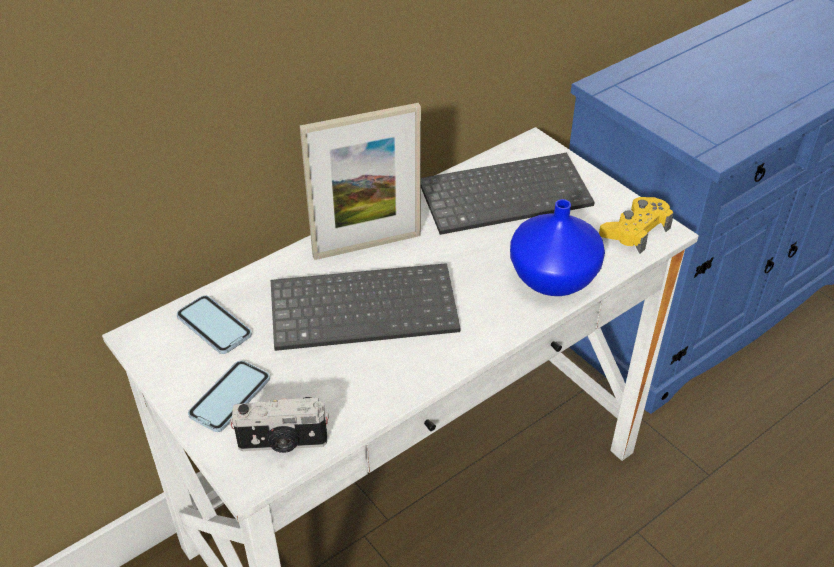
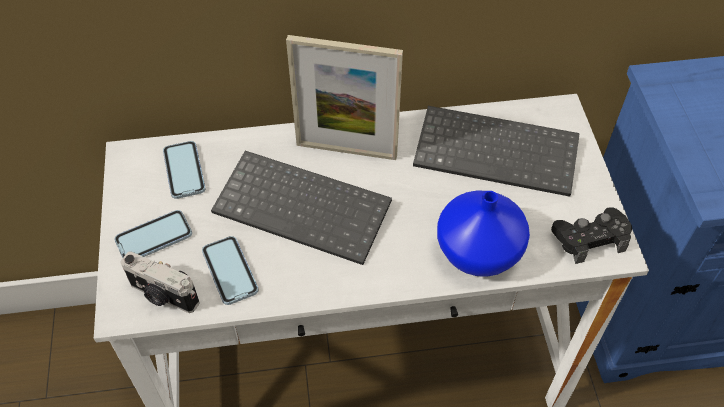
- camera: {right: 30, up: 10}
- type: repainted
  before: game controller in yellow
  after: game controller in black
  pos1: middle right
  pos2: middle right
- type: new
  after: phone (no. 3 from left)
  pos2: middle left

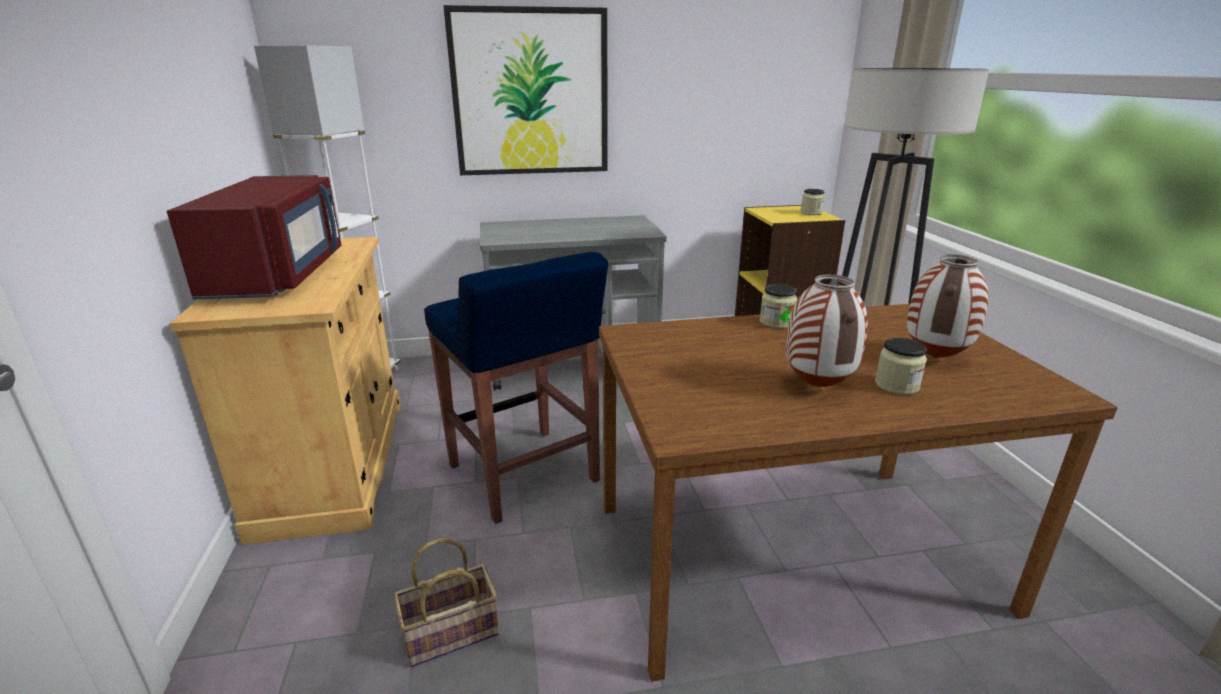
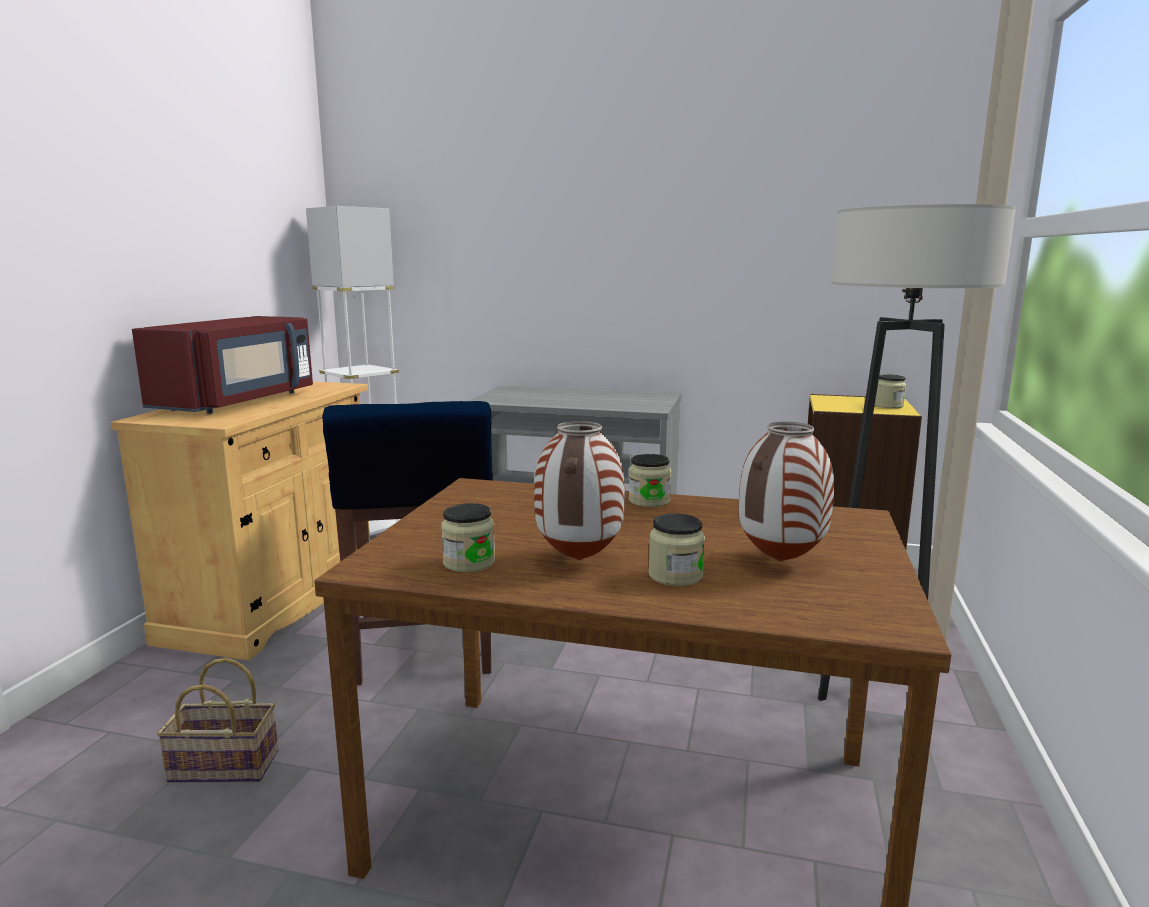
- camera: {right: 25, up: -10}
- type: gone
  before: picture
  pos1: top centre
- type: new
  after: jar (no. 1 from left)
  pos2: centre

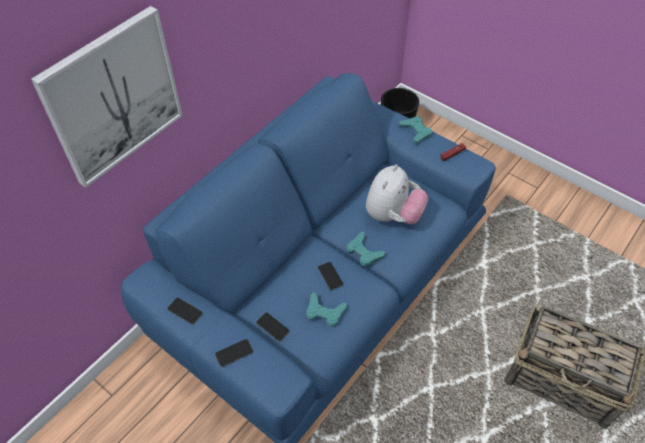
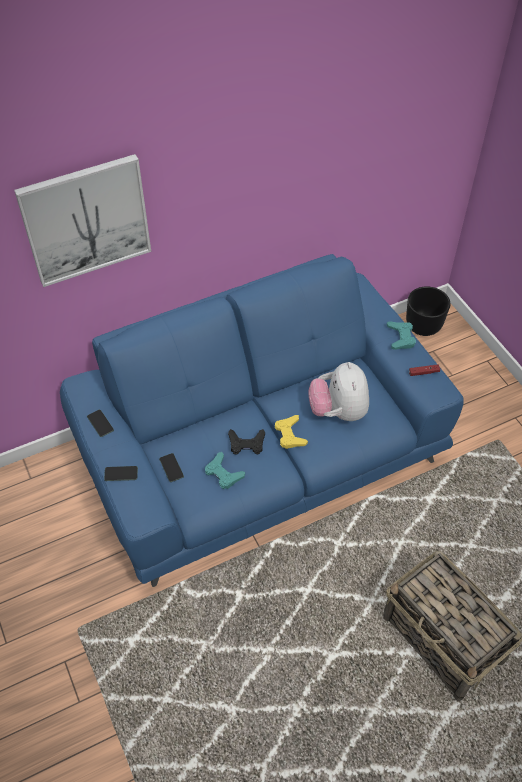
- camera: {right: 25, up: 0}
- type: rotated
  before: plush toy
  pos1: centre
  pos2: centre
  turn: 120
- type: repainted
  before: game controller in turquoise (no. 2 from left)
  after: game controller in yellow
  pos1: centre
  pos2: centre
- type: swapped
  before: phone (no. 4 from left)
  after: game controller in black
  pos1: centre
  pos2: centre

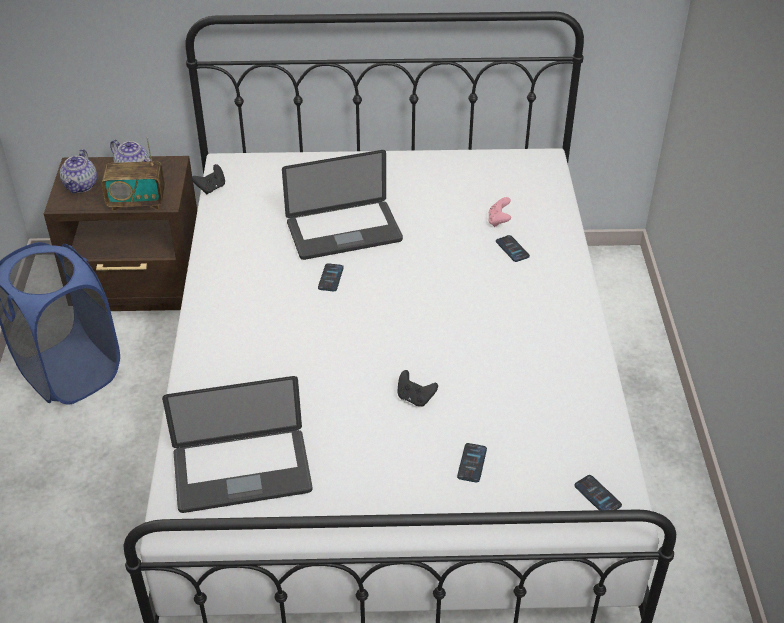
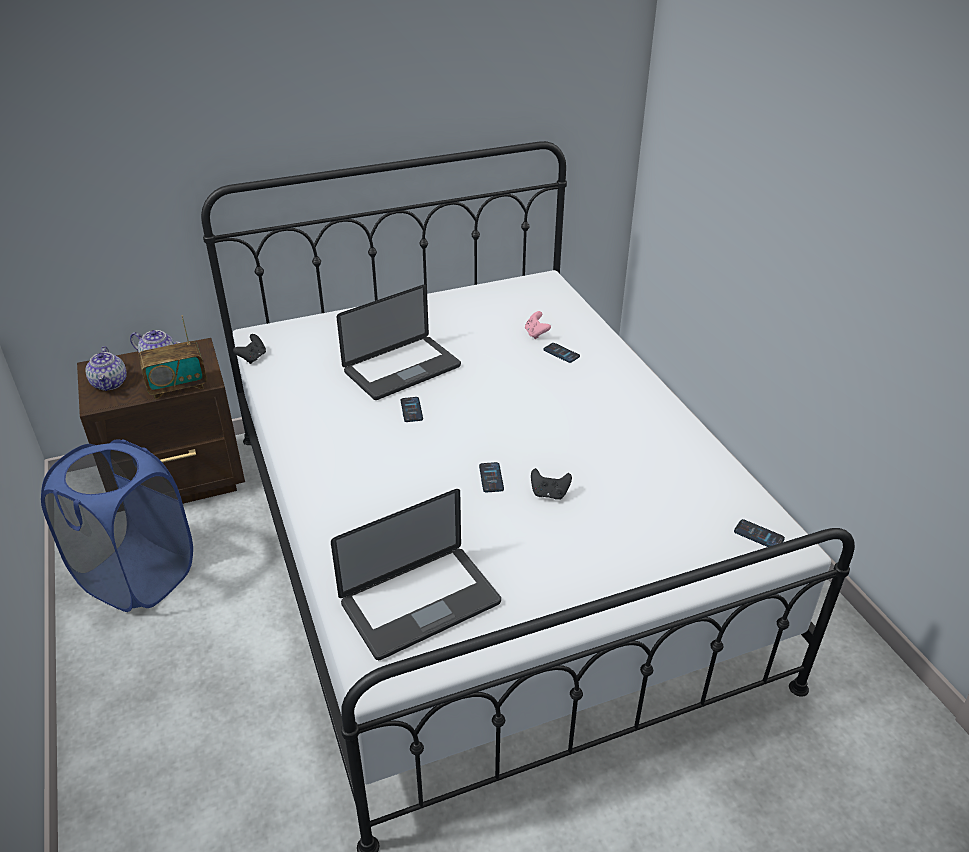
- camera: {right: -20, up: -5}
- type: shifted
  before: phone (no. 2 from left)
  pos1: bottom centre
  pos2: centre

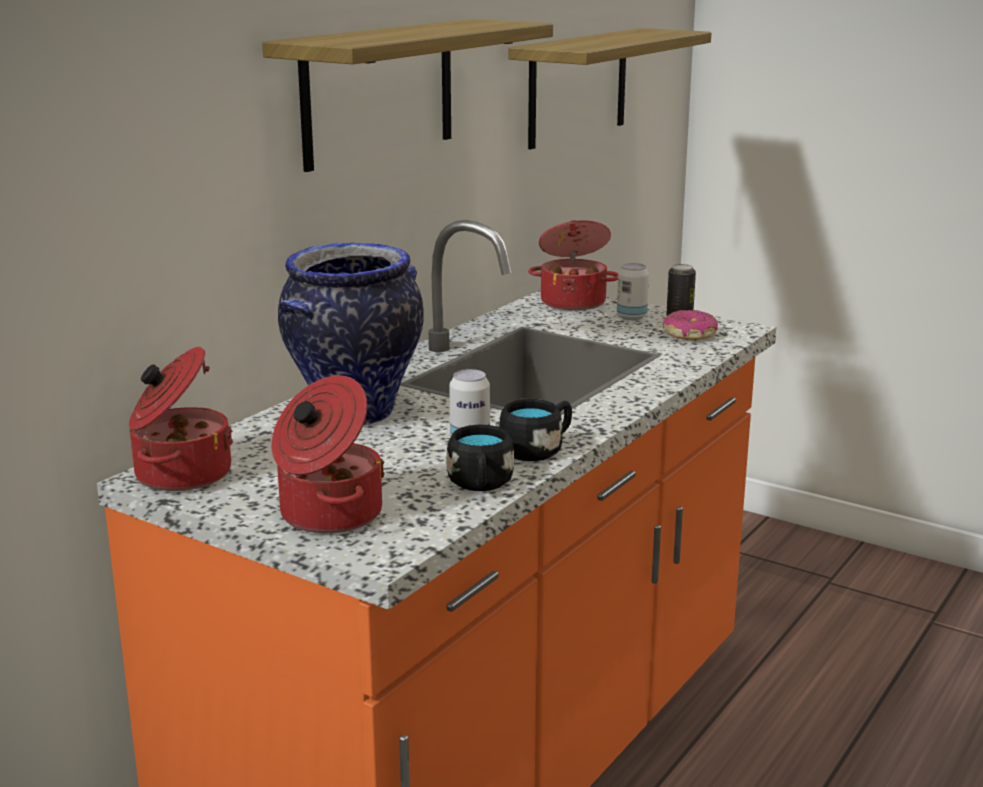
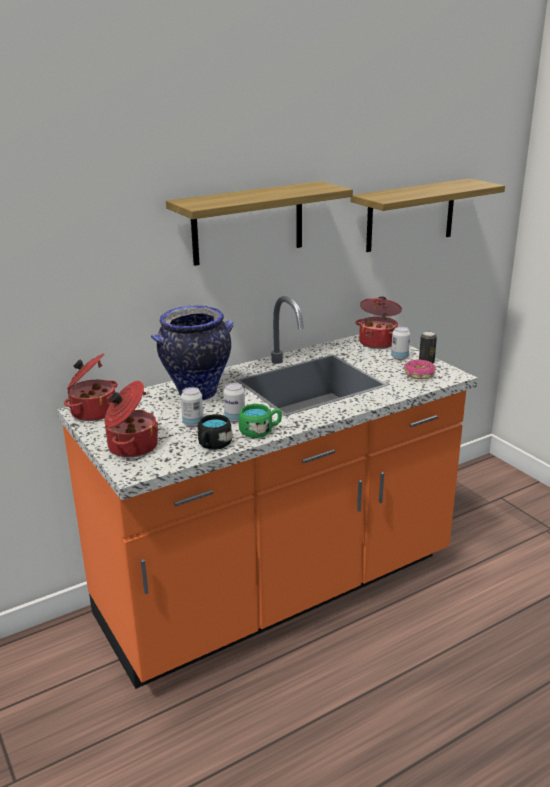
- camera: {right: 25, up: 5}
- type: repainted
  before: mug in black (no. 2 from left)
  after: mug in green
  pos1: centre
  pos2: centre
- type: new
  after: can (no. 1 from left)
  pos2: centre

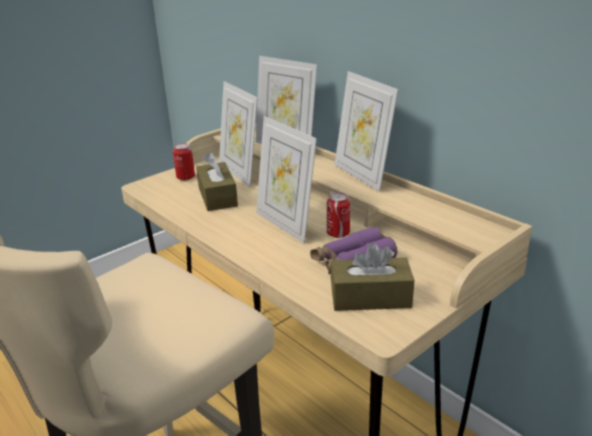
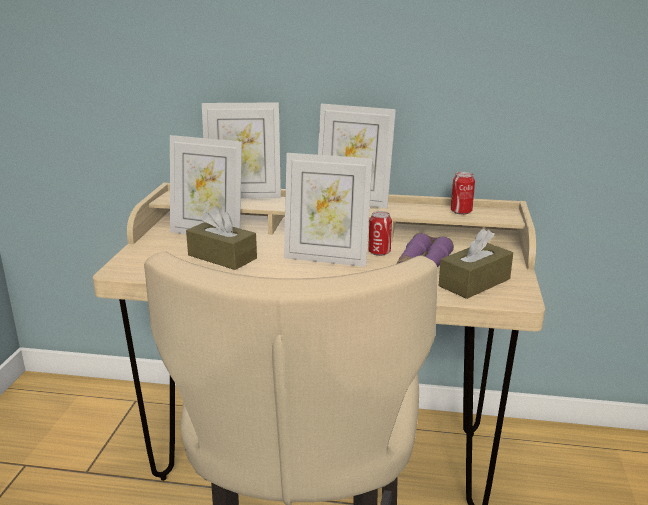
- camera: {right: -40, up: -5}
- type: shifted
  before: can (no. 1 from left in the first image)
  after: can (no. 2 from left)
  pos1: middle left
  pos2: middle right

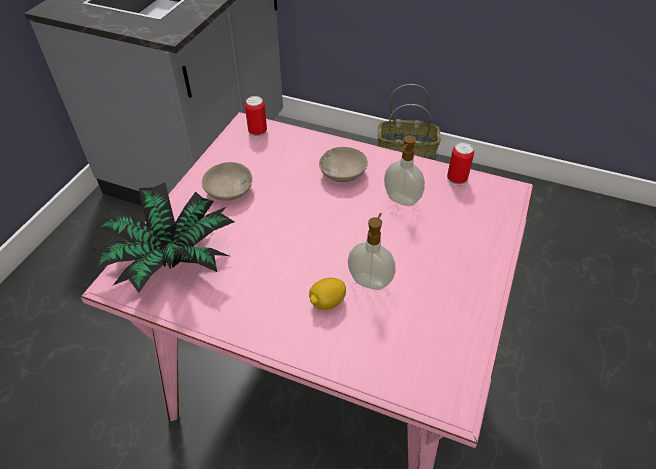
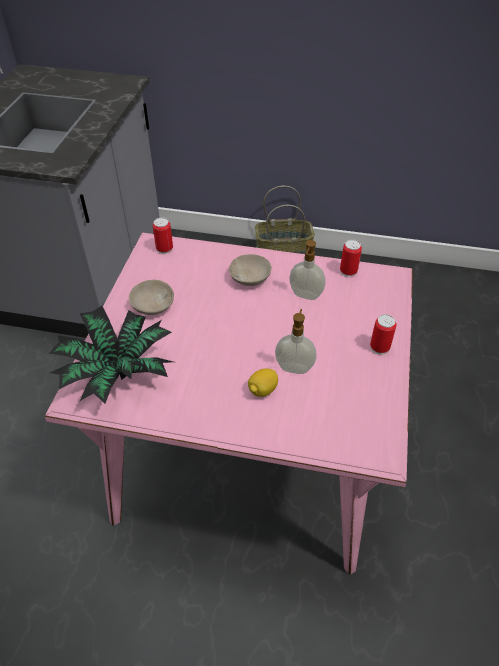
- camera: {right: -10, up: 0}
- type: new
  after: can (no. 3 from left)
  pos2: middle right

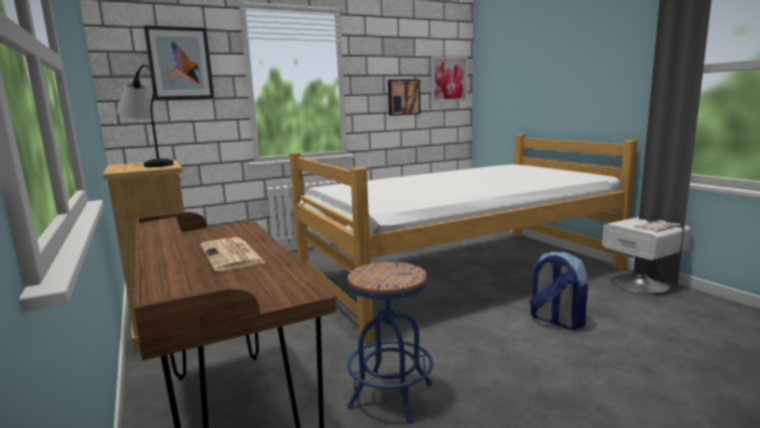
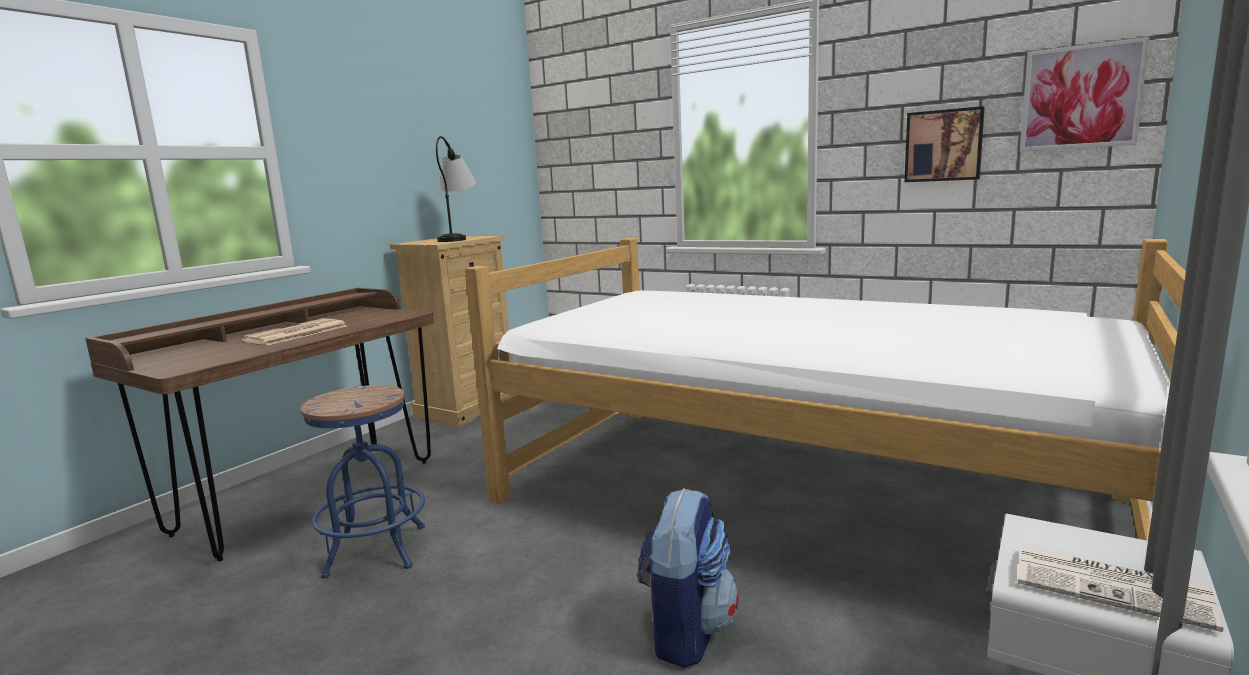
- camera: {right: 60, up: 0}
- type: gone
  before: picture (no. 1 from left)
  pos1: top left

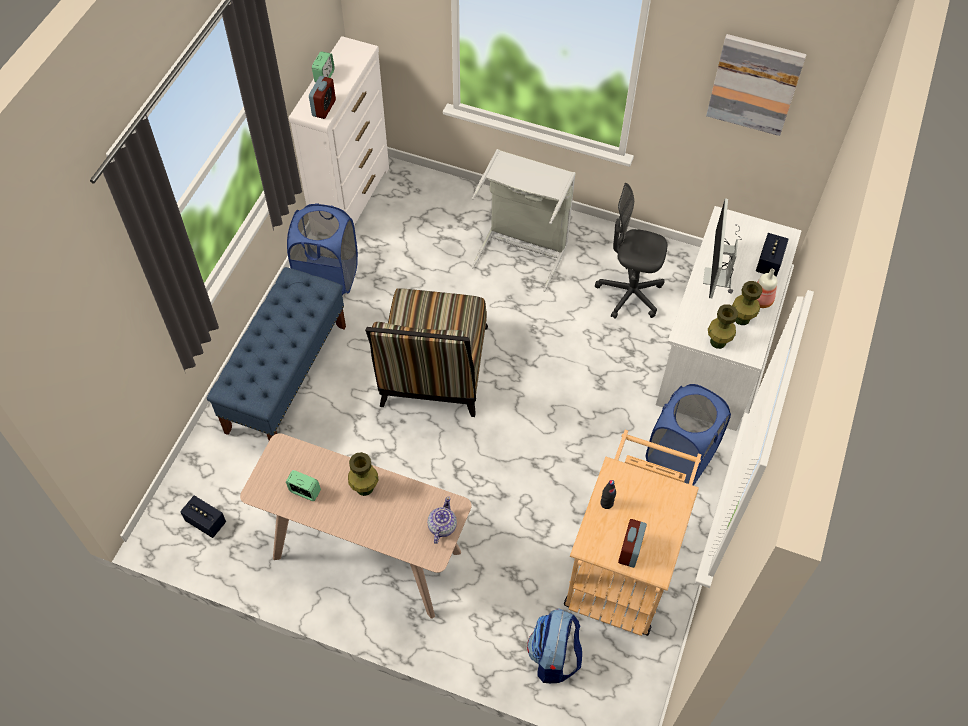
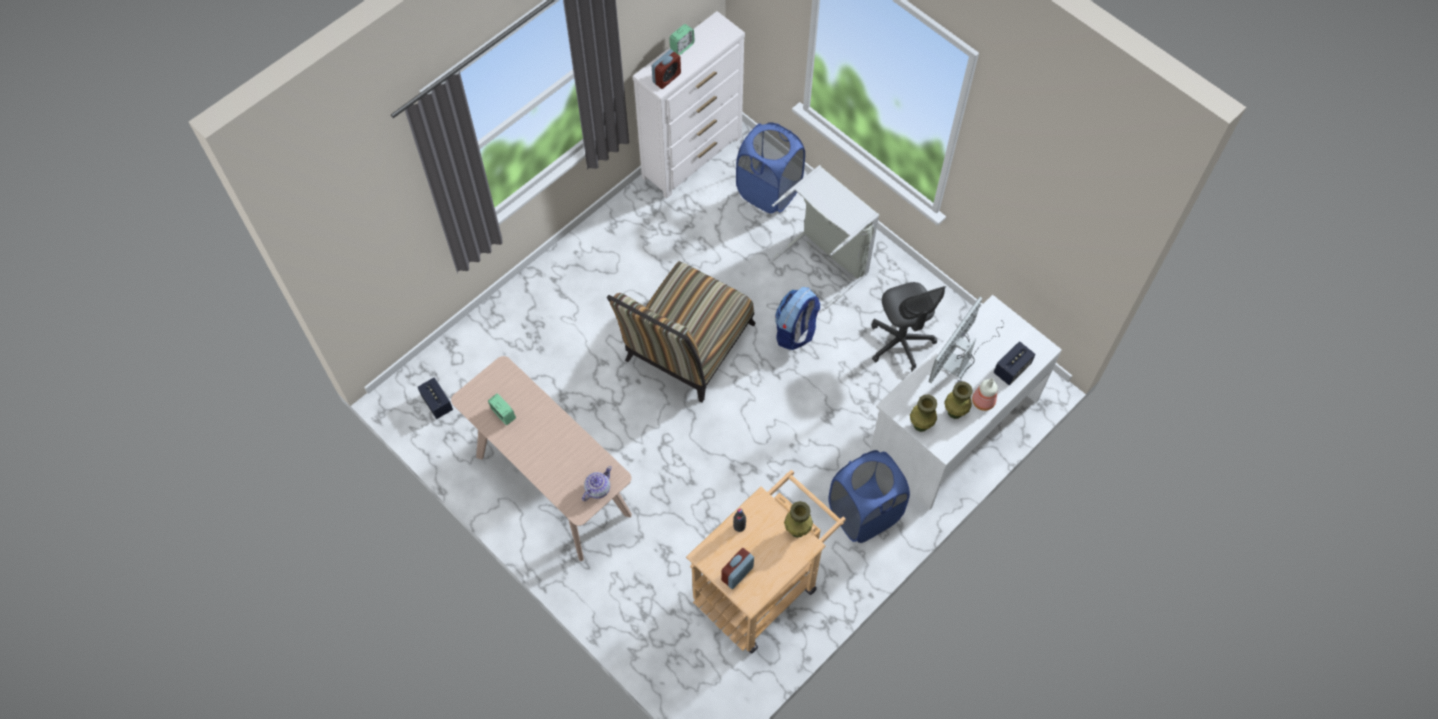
- camera: {right: 25, up: 5}
- type: gone
  before: picture
  pos1: top right
- type: rotated
  before: office chair in grey
  pos1: centre
  pos2: centre
  turn: -150
- type: shifted
  before: laundry basket in blue (no. 1 from left)
  pos1: middle left
  pos2: top centre
- type: gone
  before: bench in blue
  pos1: middle left
- type: shifted
  before: vase in green (no. 1 from left)
  pos1: centre
  pos2: bottom centre
- type: shifted
  before: backpack
  pos1: bottom centre
  pos2: centre

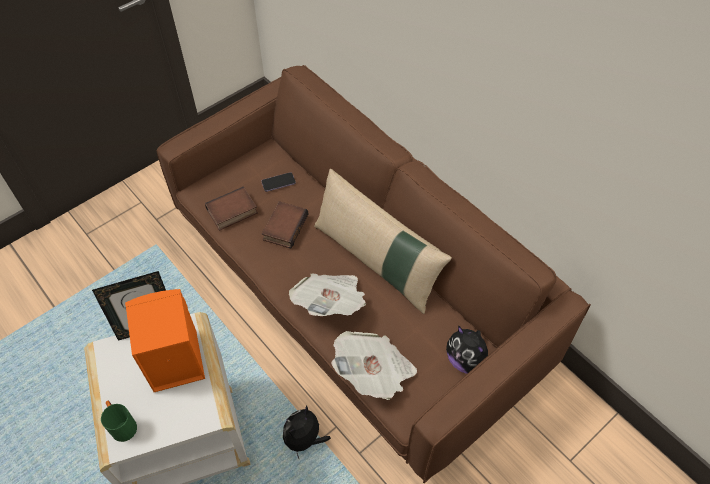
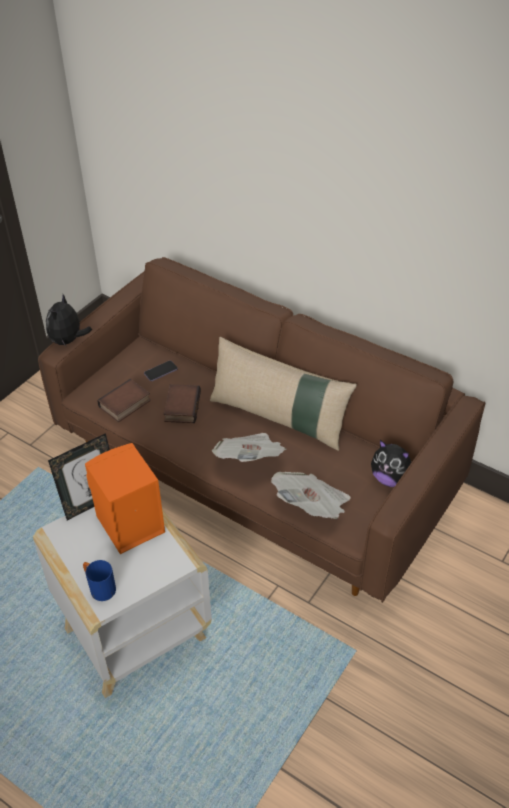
- camera: {right: -15, up: -10}
- type: repainted
  before: mug in green
  after: mug in blue
  pos1: bottom left
  pos2: bottom left
- type: shifted
  before: plush toy (no. 1 from left)
  pos1: bottom centre
  pos2: middle left

